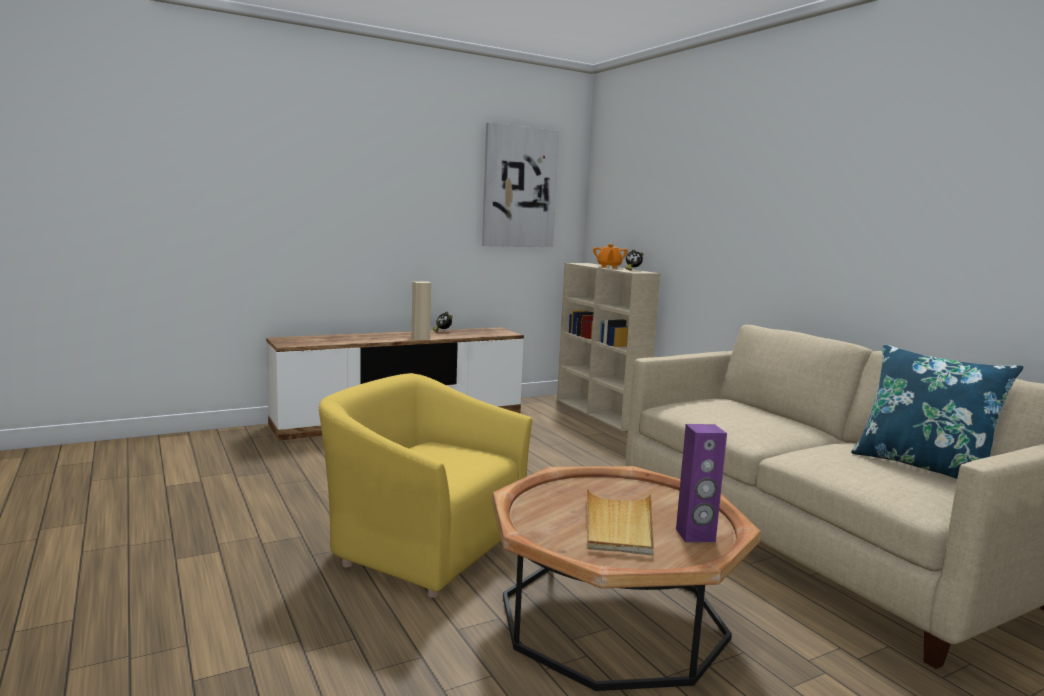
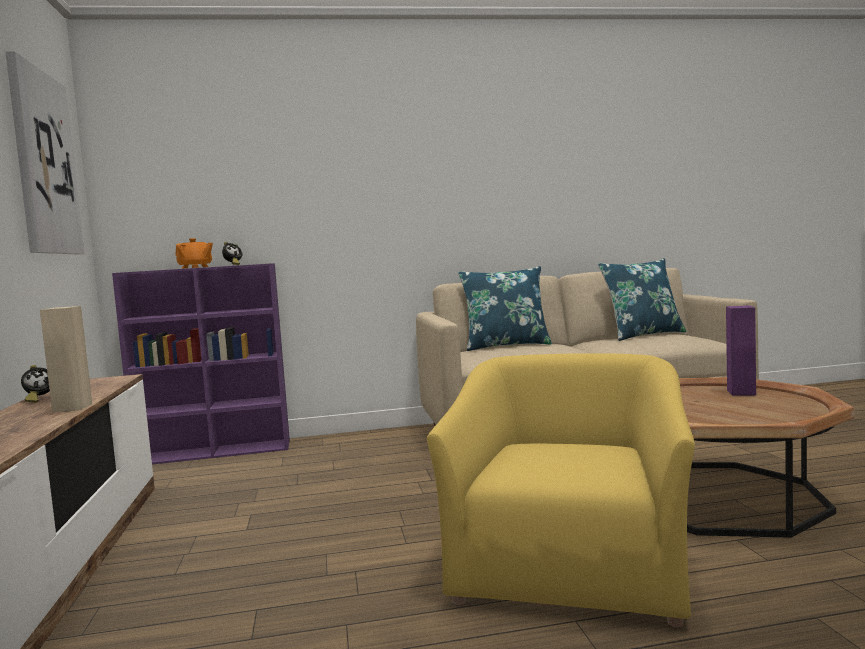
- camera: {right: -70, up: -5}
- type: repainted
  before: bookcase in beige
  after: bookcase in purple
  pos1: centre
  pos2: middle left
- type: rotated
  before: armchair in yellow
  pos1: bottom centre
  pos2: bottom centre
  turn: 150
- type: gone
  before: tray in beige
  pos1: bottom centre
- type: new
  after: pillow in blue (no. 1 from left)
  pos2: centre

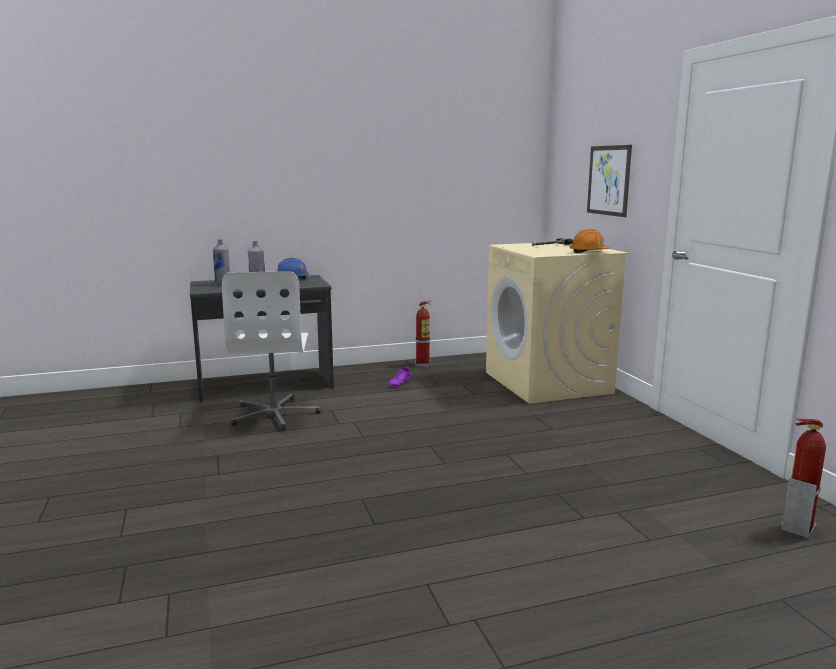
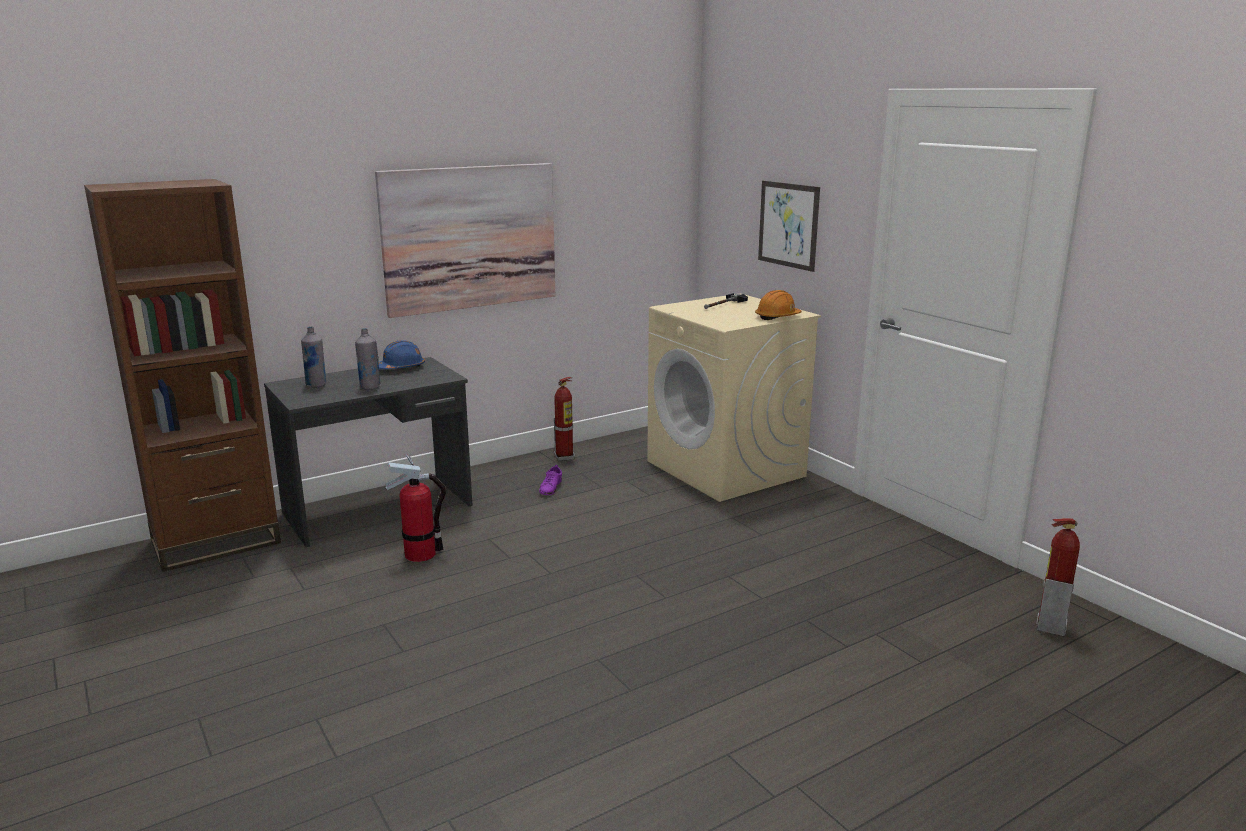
- camera: {right: -15, up: 5}
- type: swapped
  before: office chair in white
  after: fire extinguisher (no. 1 from left)
  pos1: middle left
  pos2: middle left
- type: new
  after: picture (no. 1 from left)
  pos2: top centre
- type: new
  after: bookcase in brown
  pos2: middle left

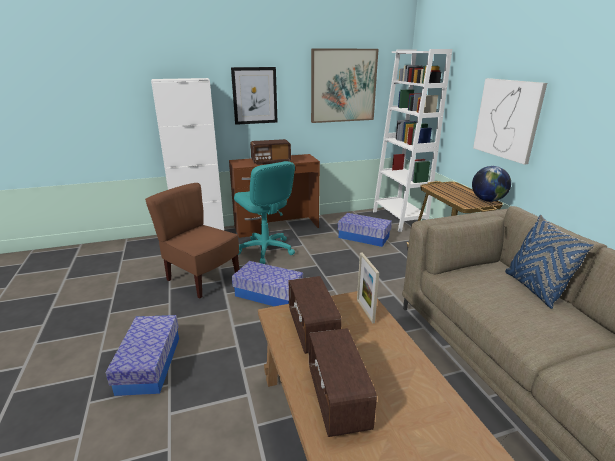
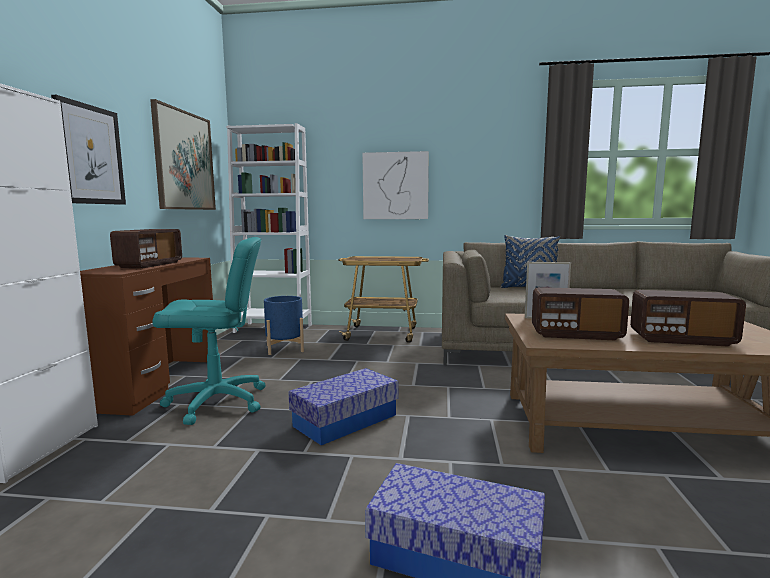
- camera: {right: -65, up: -15}
- type: gone
  before: globe
  pos1: middle right
- type: gone
  before: chair in brown
  pos1: middle left
- type: swapped
  before: storage box (no. 3 from left)
  after: planter in blue
  pos1: centre
  pos2: centre

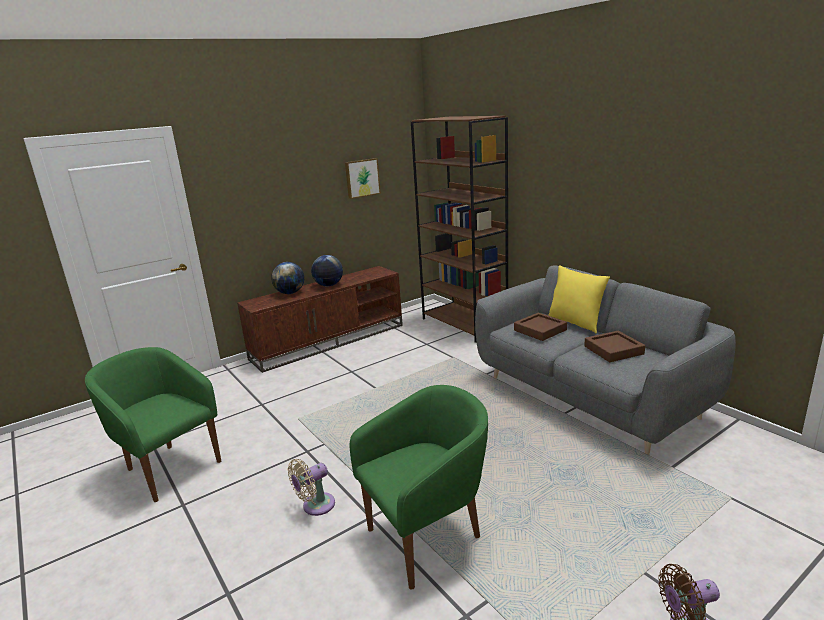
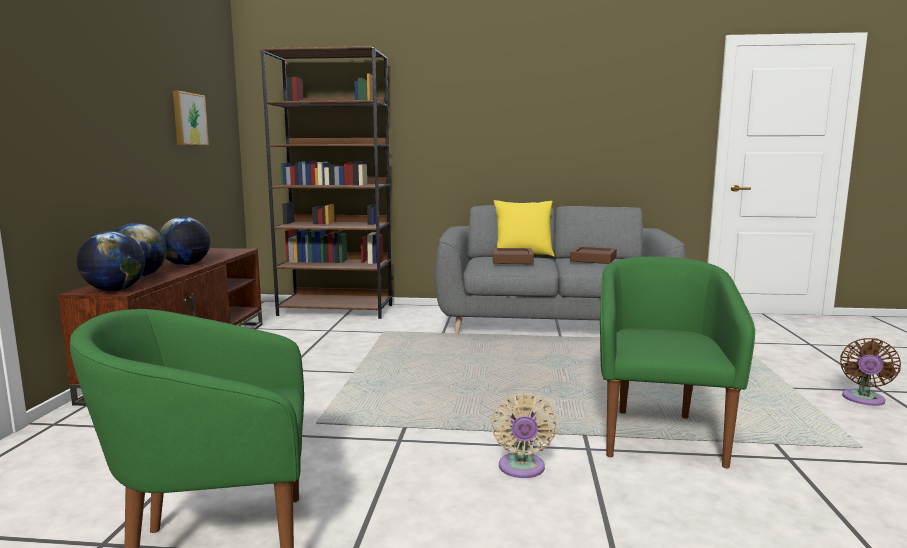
- camera: {right: -50, up: -10}
- type: new
  after: globe (no. 1 from left)
  pos2: middle left

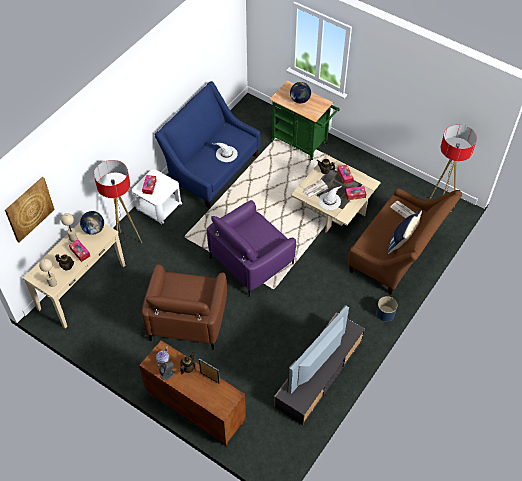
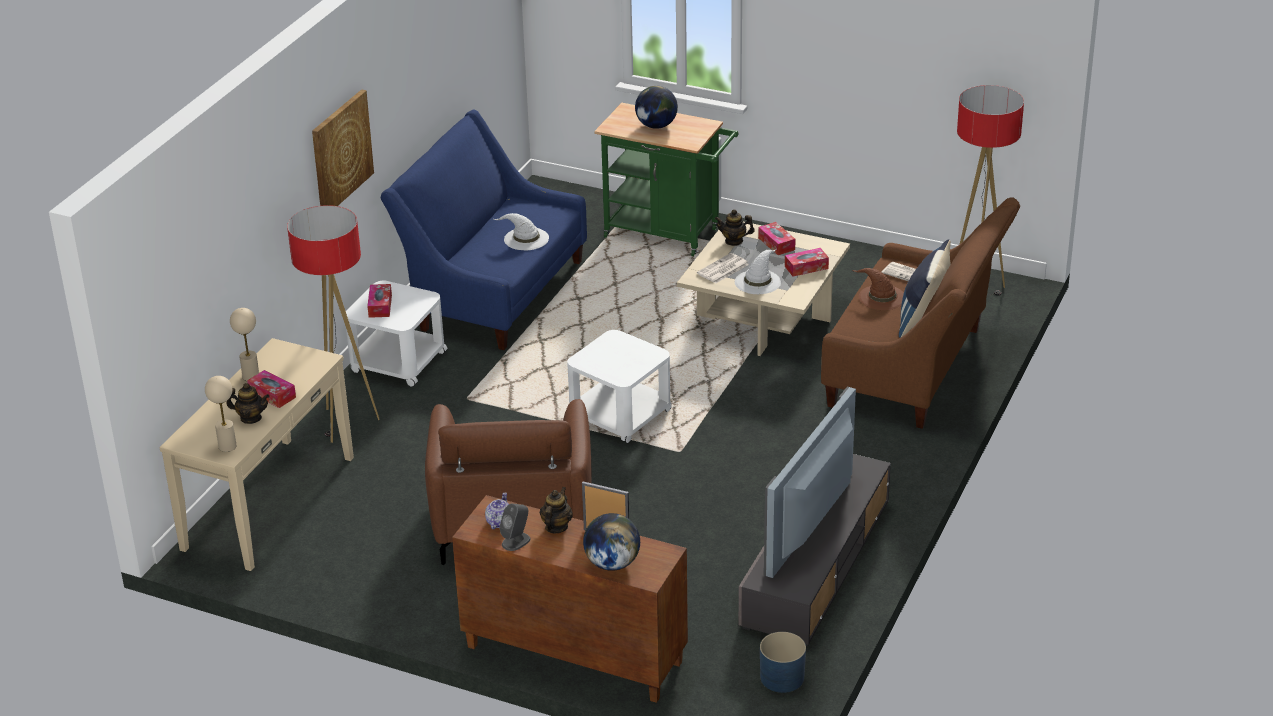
- camera: {right: -10, up: -20}
- type: shifted
  before: picture
  pos1: middle left
  pos2: top left
- type: swapped
  before: armchair in purple
  after: side table in white (no. 2 from left)
  pos1: centre
  pos2: centre
- type: shifted
  before: globe (no. 1 from left)
  pos1: middle left
  pos2: bottom centre
- type: shifted
  before: planter in blue
  pos1: middle right
  pos2: bottom centre
- type: new
  after: hat in brown
  pos2: middle right

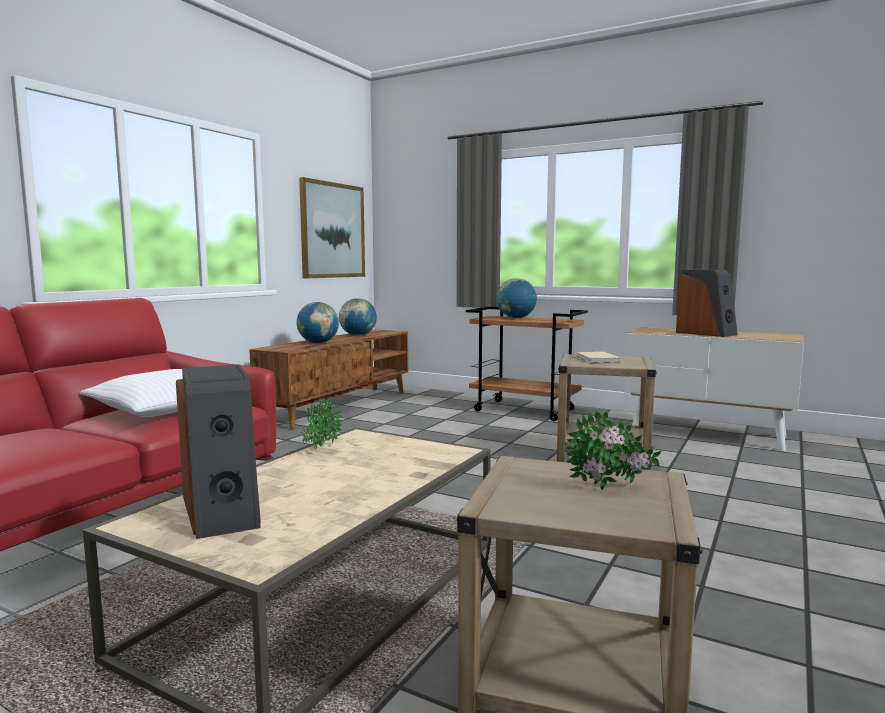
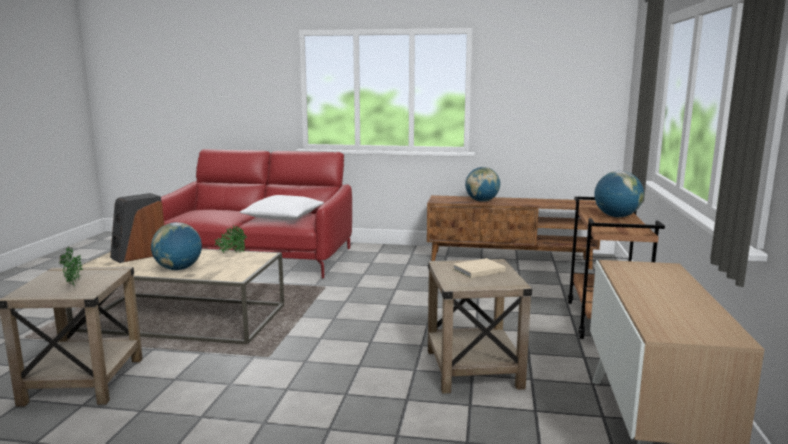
- camera: {right: 70, up: 5}
- type: gone
  before: picture
  pos1: top centre
- type: gone
  before: speaker (no. 2 from left)
  pos1: middle right
- type: shifted
  before: globe (no. 2 from left in the first image)
  after: globe (no. 1 from left)
  pos1: centre
  pos2: middle left

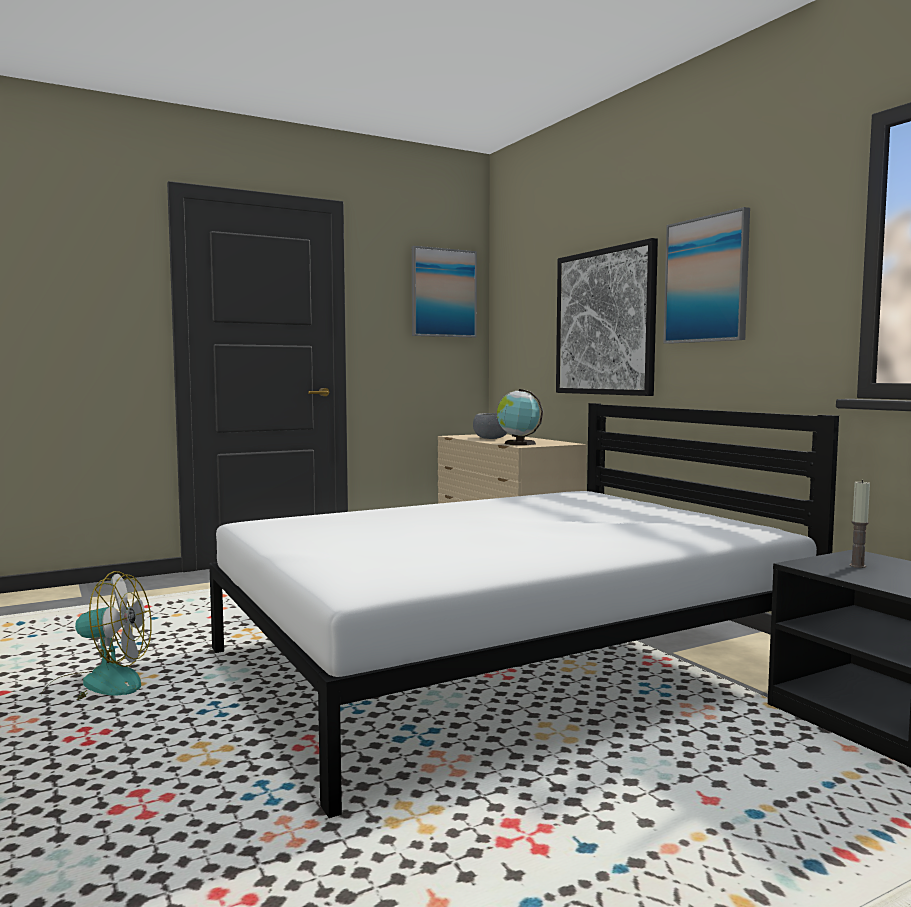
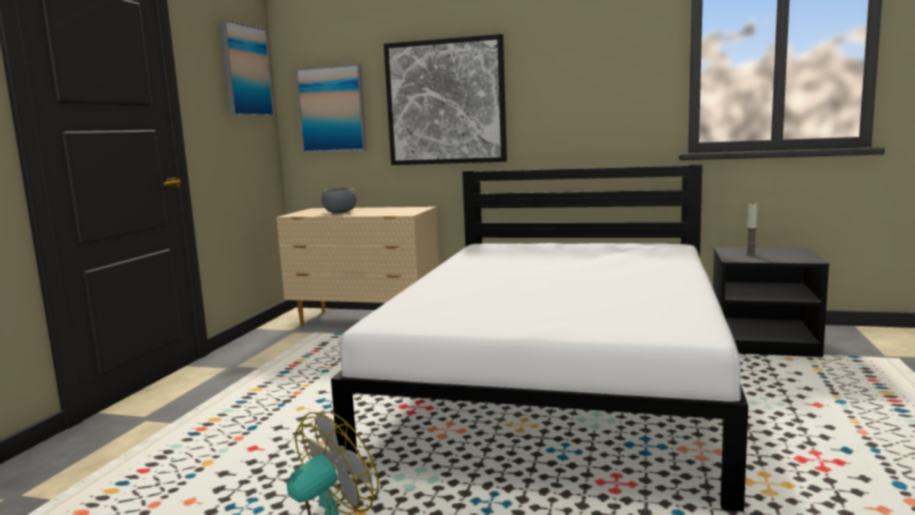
- camera: {right: -45, up: 5}
- type: shifted
  before: picture (no. 3 from left in the first image)
  after: picture (no. 2 from left)
  pos1: top right
  pos2: top centre
- type: gone
  before: globe
  pos1: centre

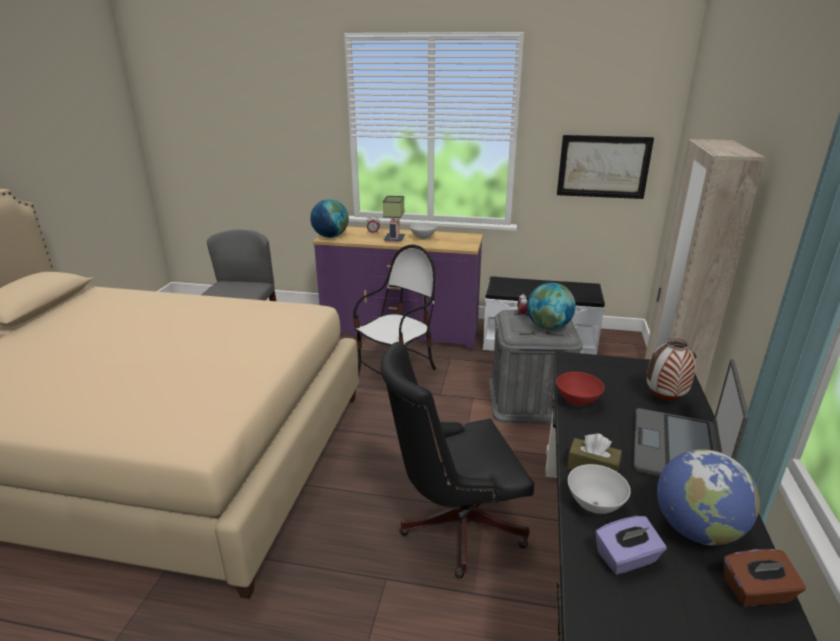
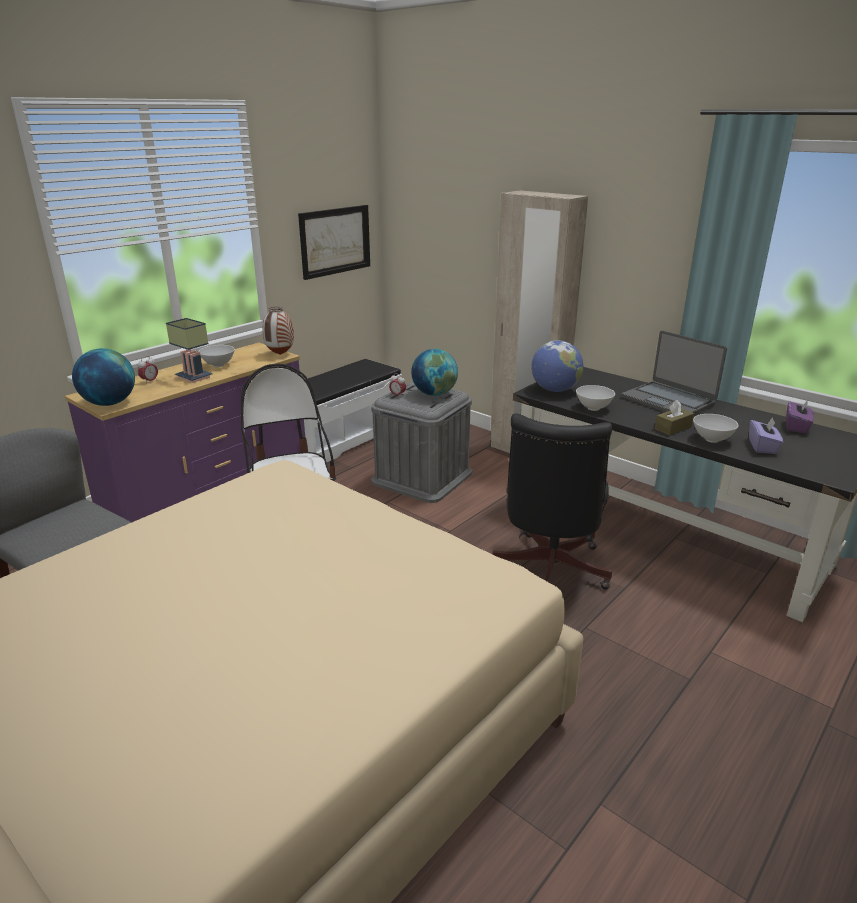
- camera: {right: -60, up: 0}
- type: shifted
  before: vase
  pos1: middle right
  pos2: middle left
- type: repainted
  before: bowl in red
  after: bowl in white (no. 2 from left)
  pos1: middle right
  pos2: middle right
- type: shifted
  before: globe (no. 3 from left)
  pos1: bottom right
  pos2: centre
- type: repainted
  before: tissue box in brown (no. 2 from left)
  after: tissue box in purple (no. 2 from left)
  pos1: bottom right
  pos2: middle right

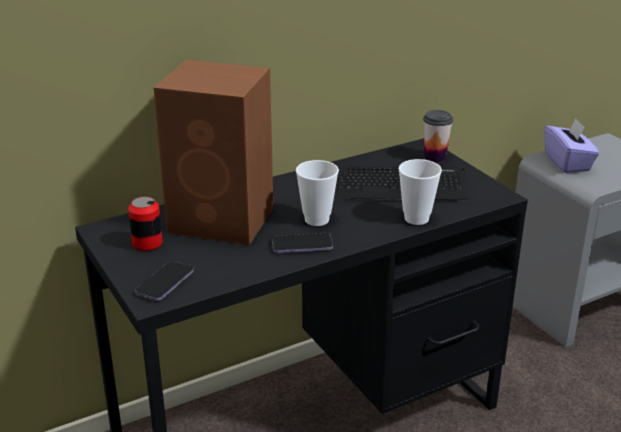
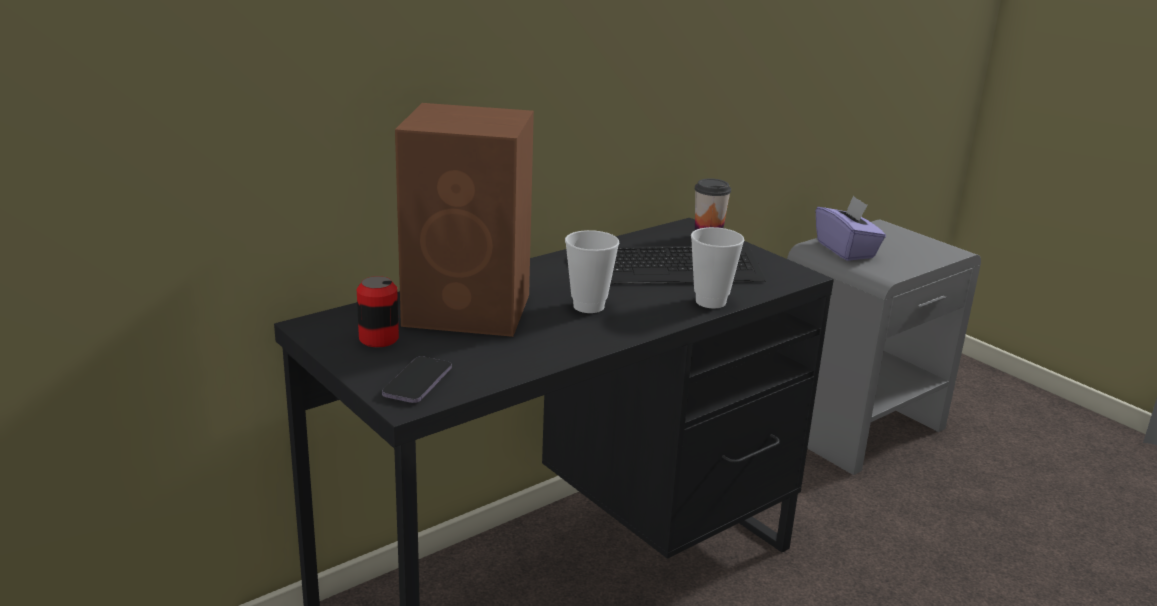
- camera: {right: -10, up: -5}
- type: gone
  before: phone (no. 2 from left)
  pos1: centre

